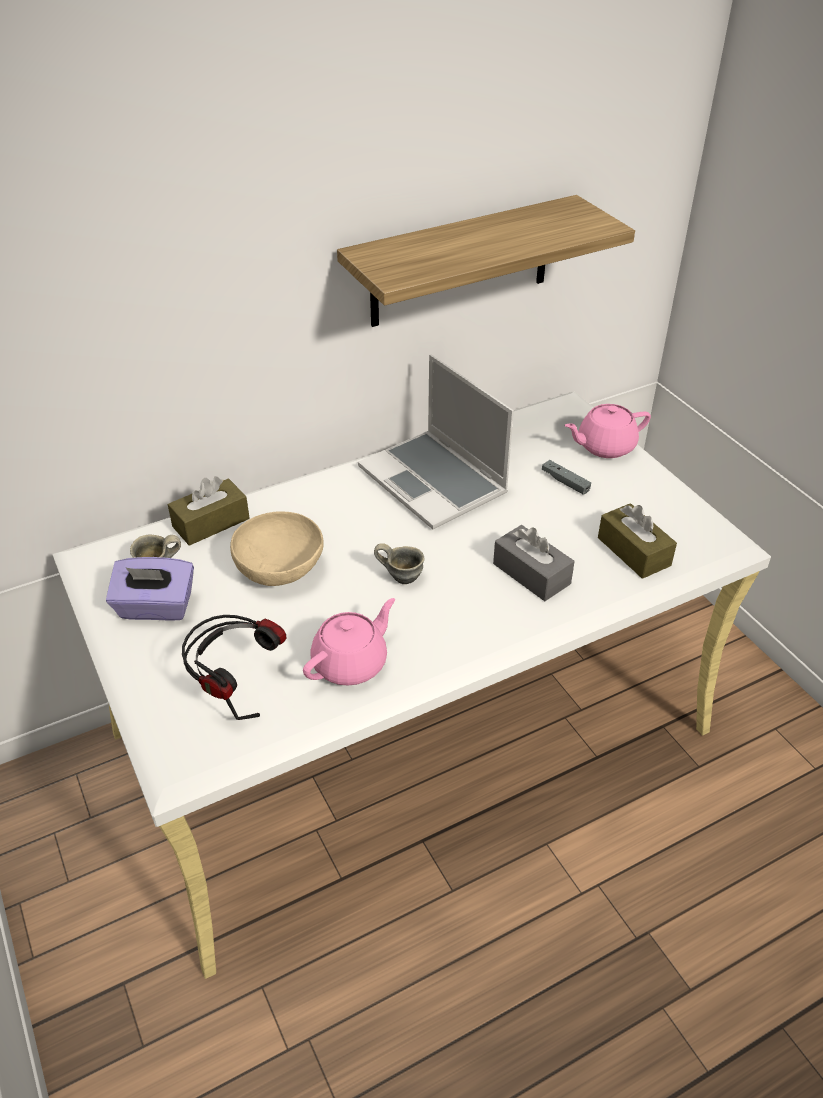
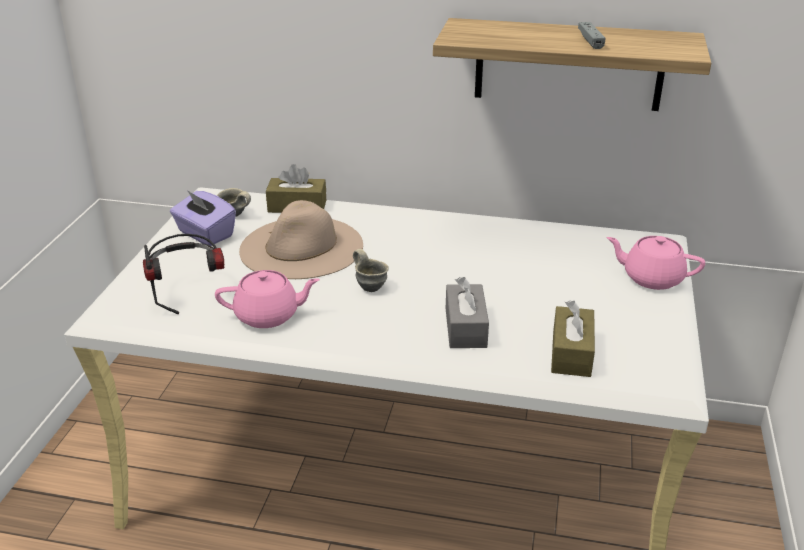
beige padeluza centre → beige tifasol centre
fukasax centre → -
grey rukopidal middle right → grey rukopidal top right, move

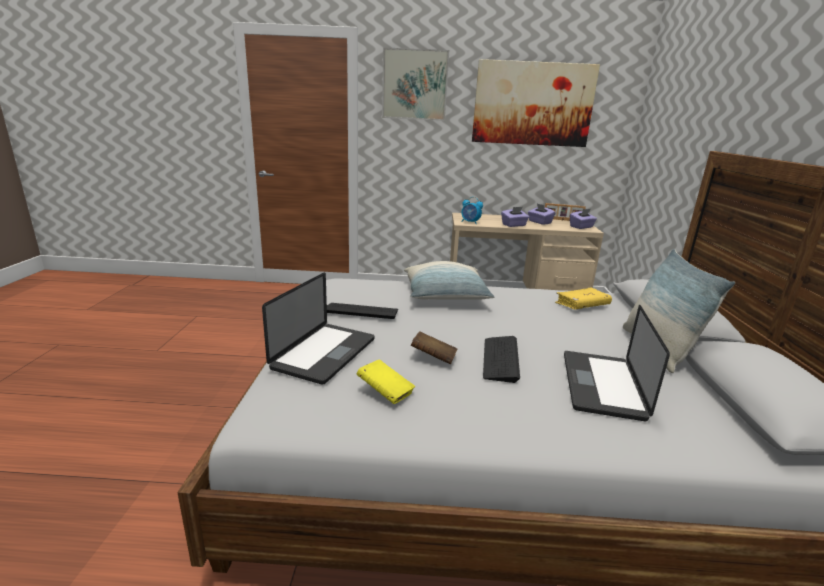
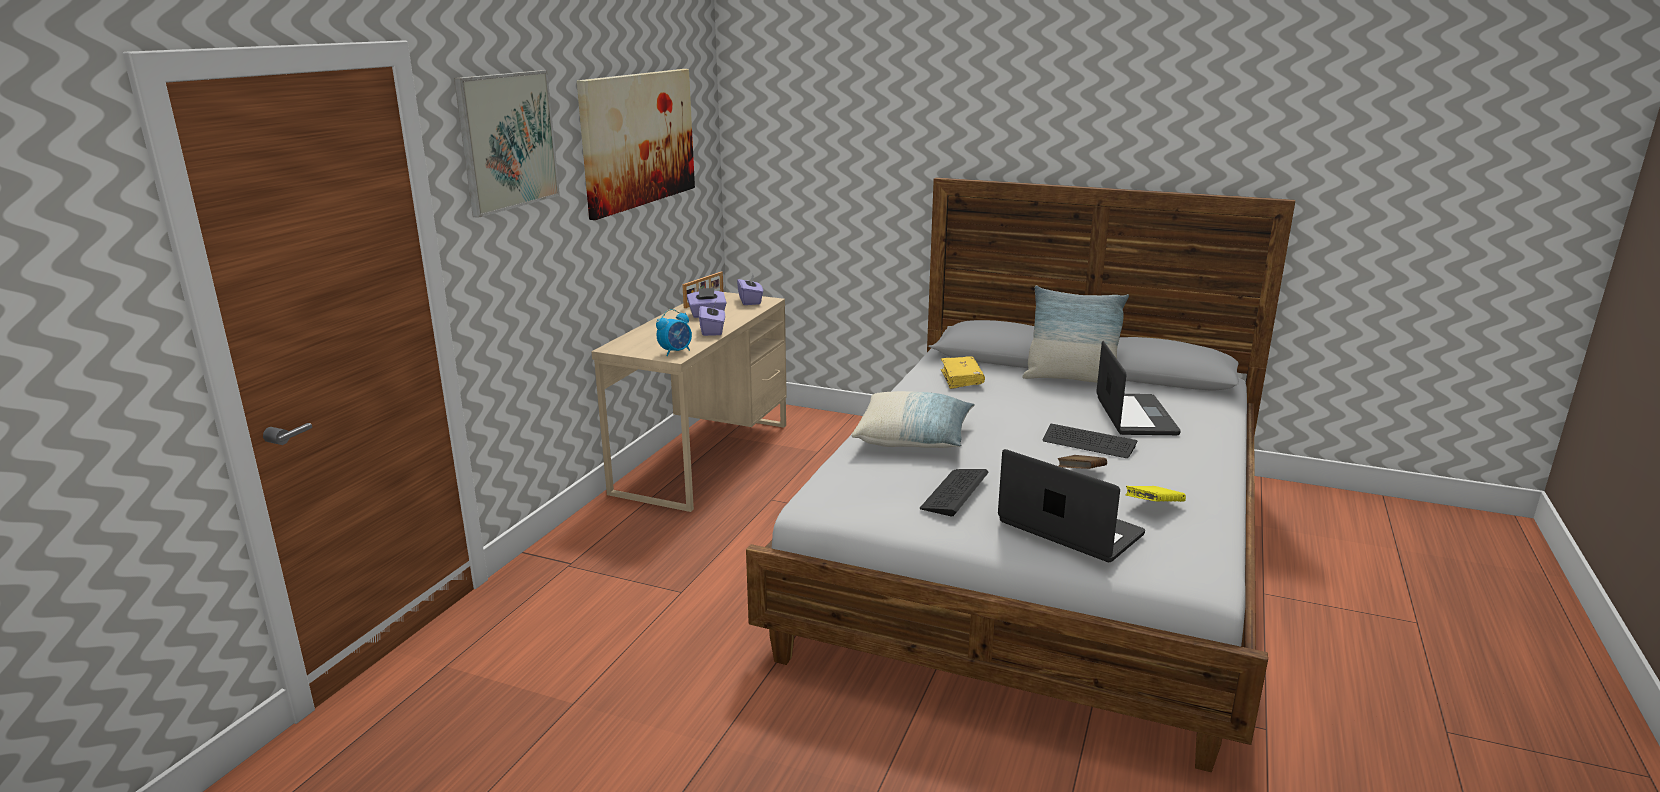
fukasax (2nd from left) middle right, 120 degrees counterclockwise

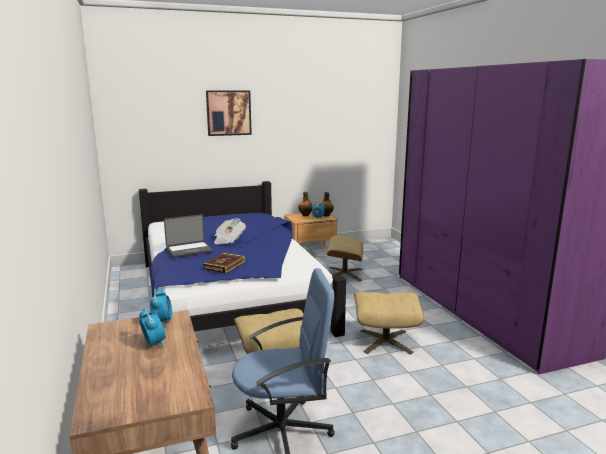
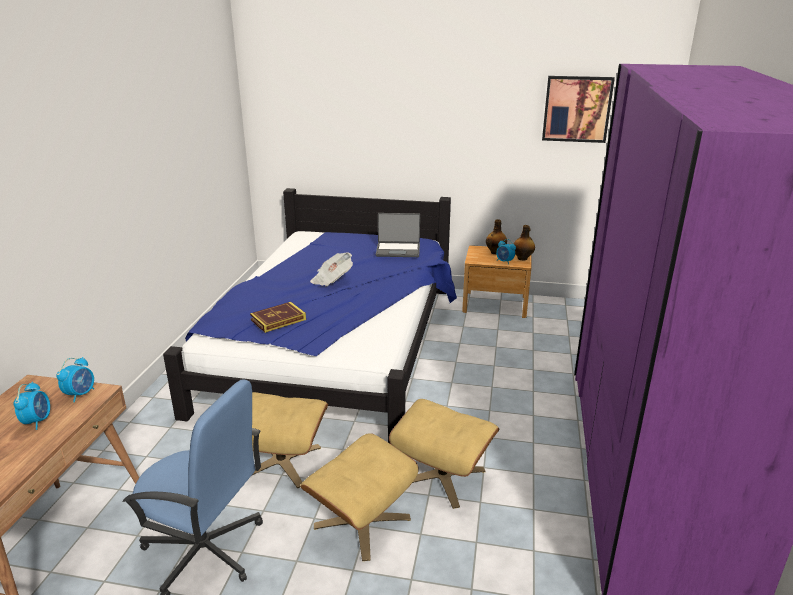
fukasax middle left → fukasax centre, move
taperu top centre → taperu top right, move
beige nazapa (2nd from left) centre → beige nazapa (2nd from left) bottom centre, move

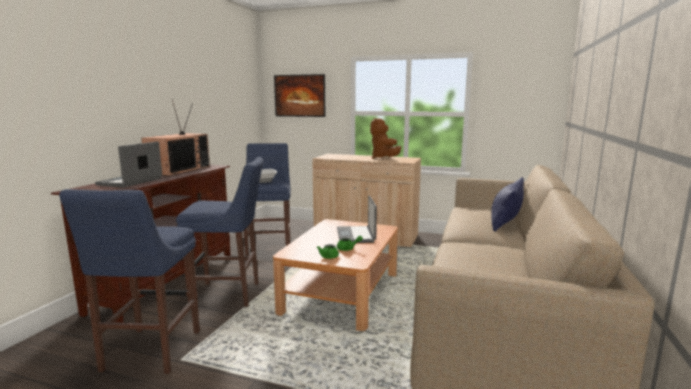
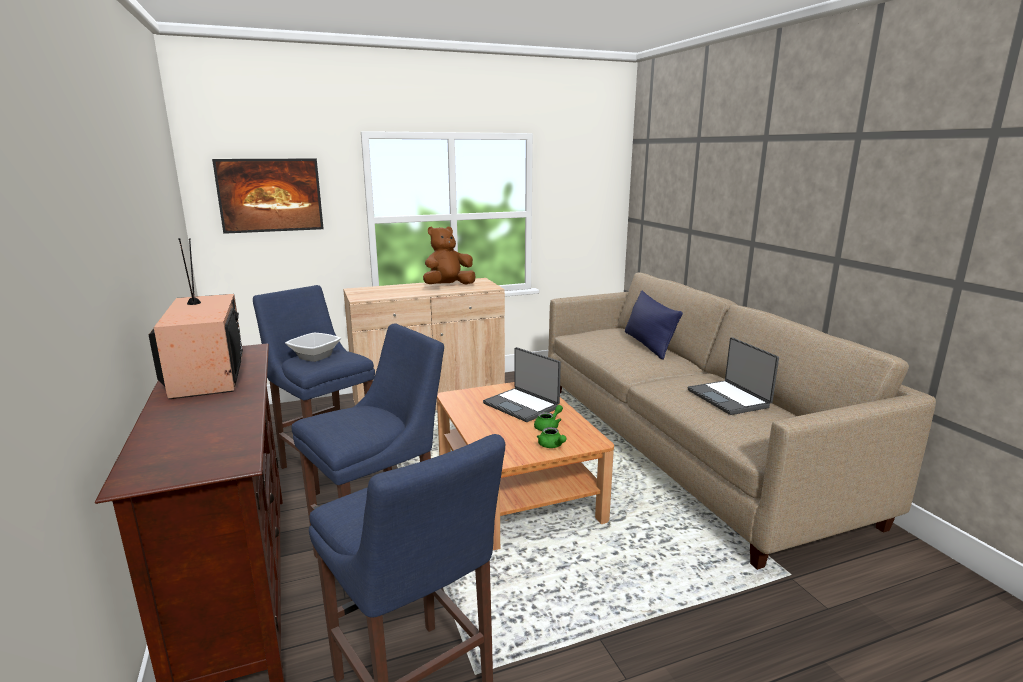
fukasax (1st from left in the first image) middle left → fukasax (2nd from left) middle right, move
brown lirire centre, 105 degrees clockwise

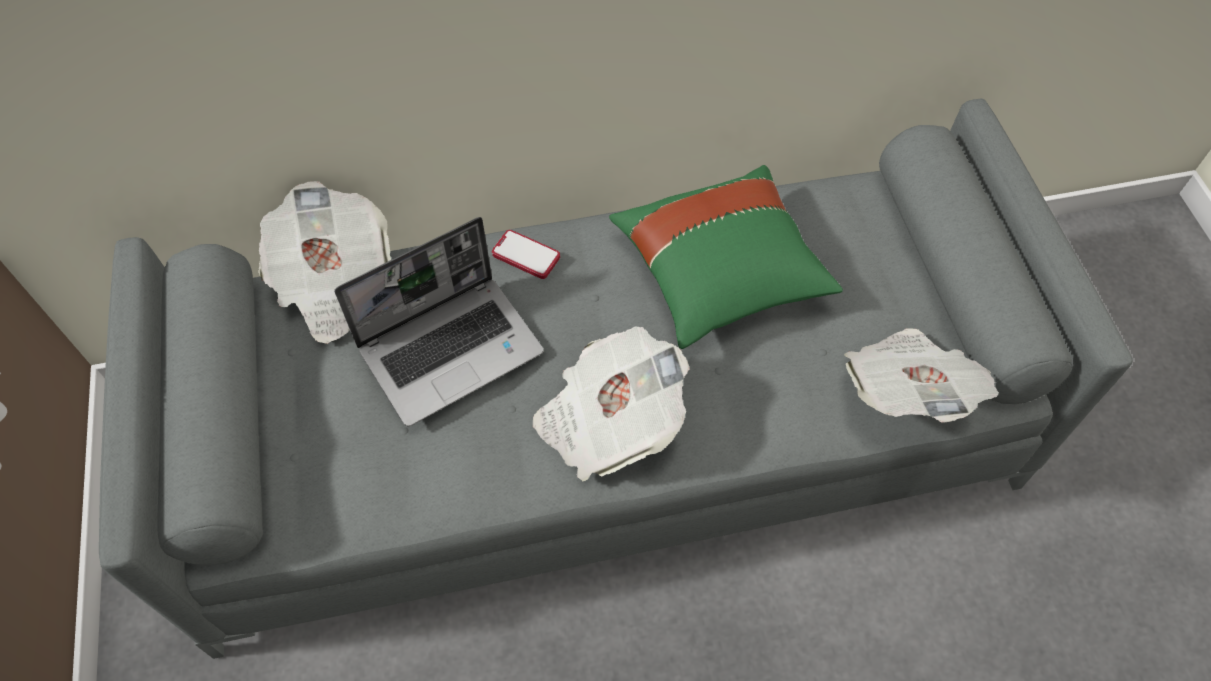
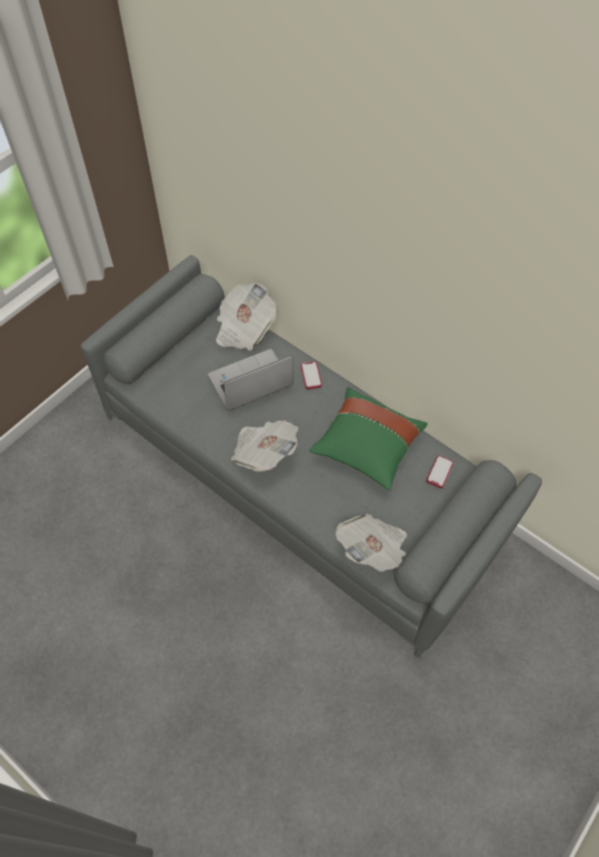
fukasax centre, 135 degrees clockwise
- → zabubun (2nd from left) middle right

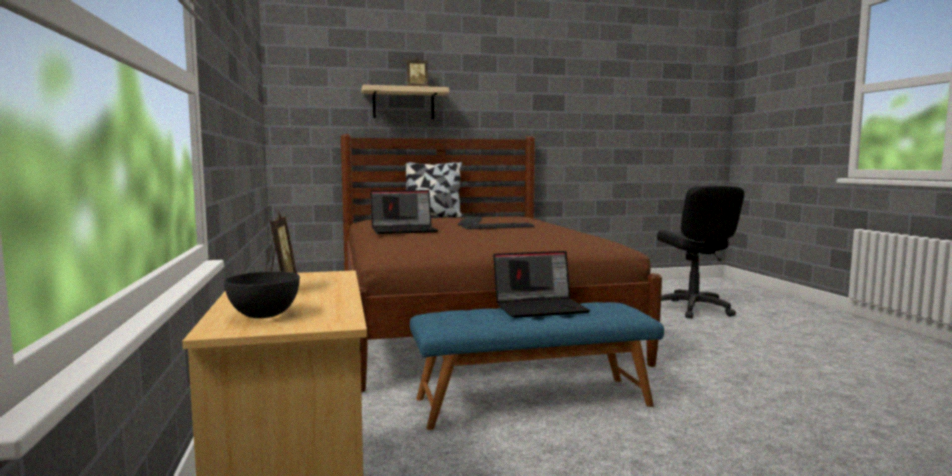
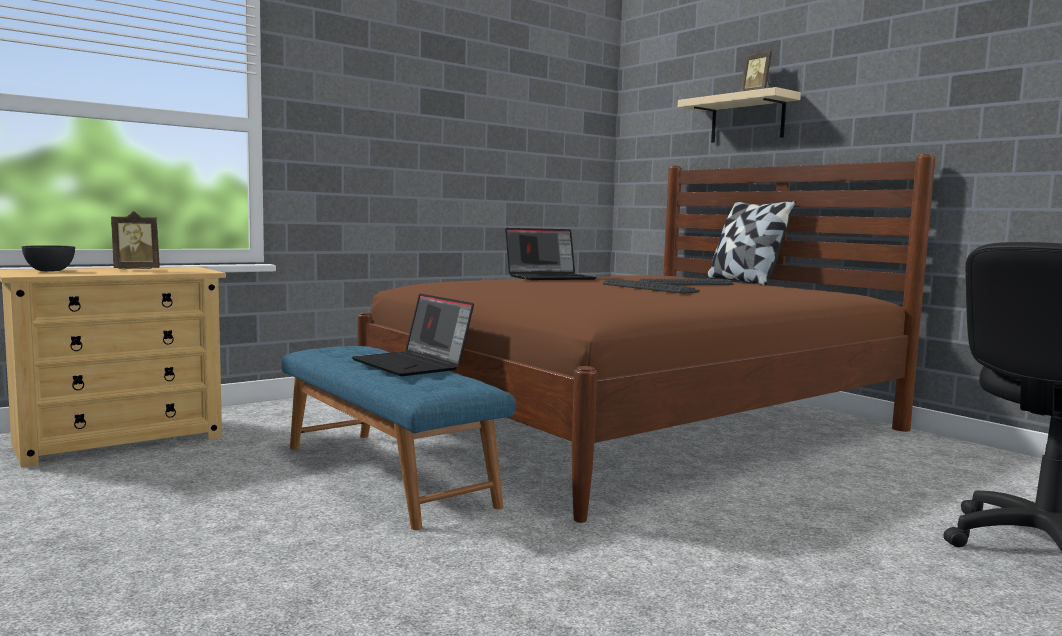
fukasax (1st from left in the first image) centre → fukasax (2nd from left) centre, 75 degrees counterclockwise

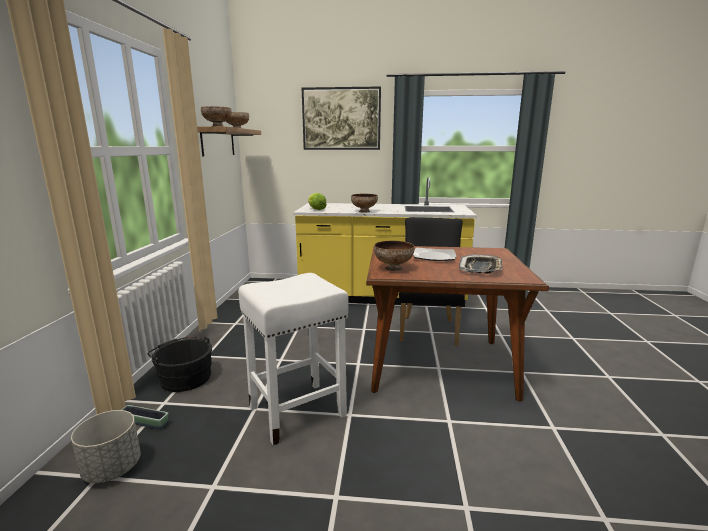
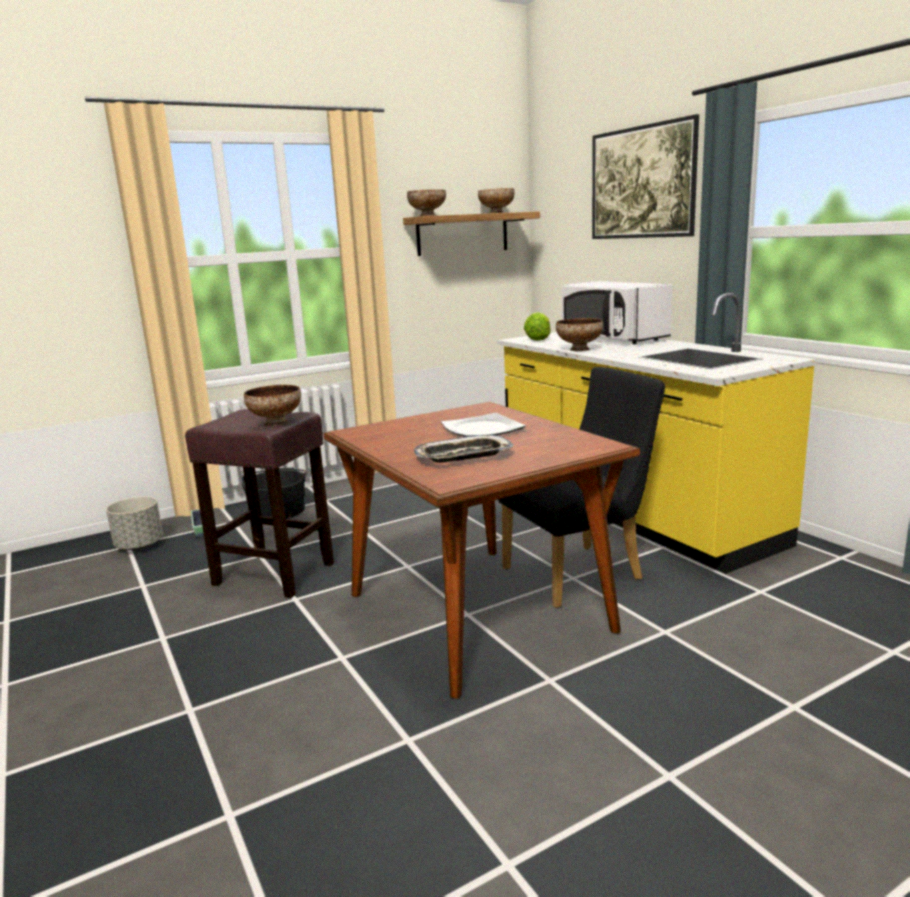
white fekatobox bottom centre → brown fekatobox middle left
padeluza (4th from left in the first image) centre → padeluza (1st from left) middle left, move
- → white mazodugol middle right

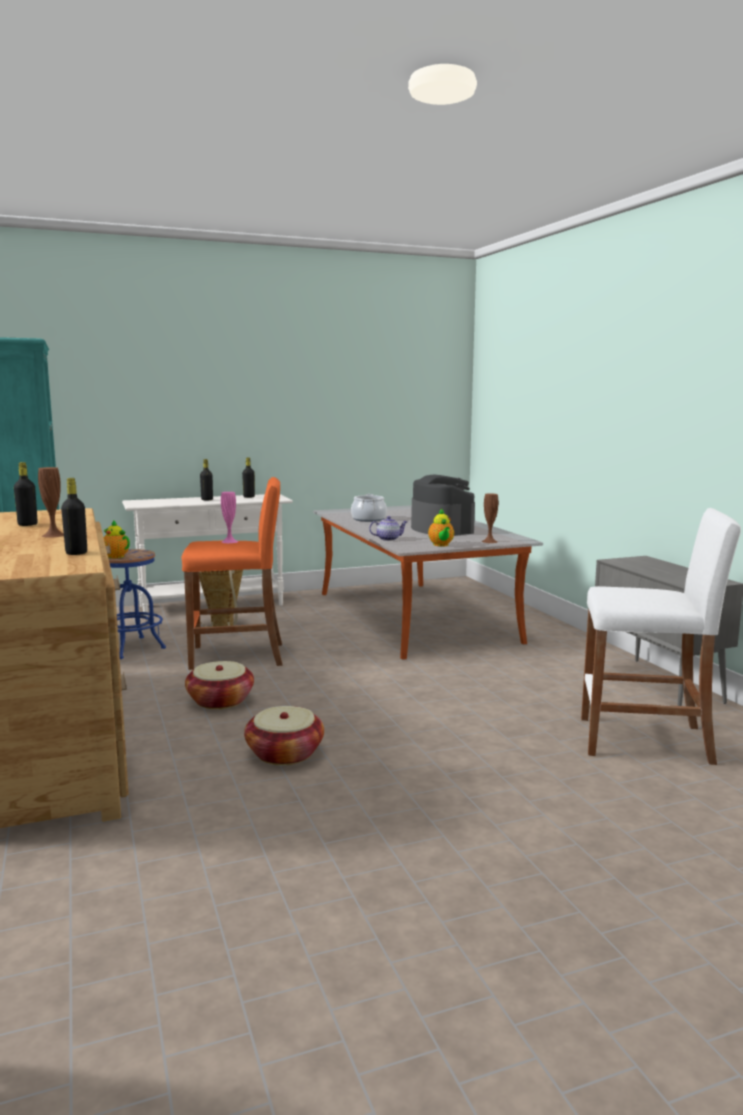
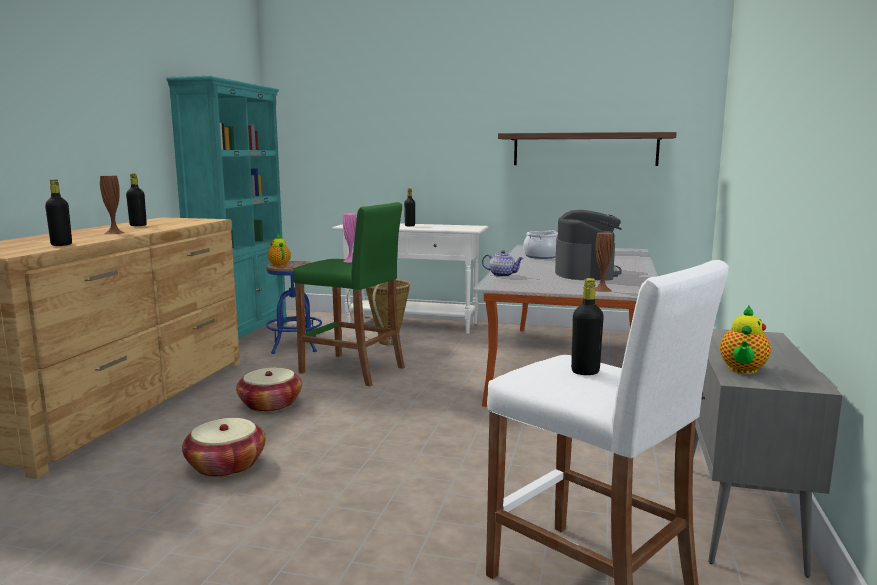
orange fekatobox middle left → green fekatobox centre
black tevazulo (4th from left) centre → black tevazulo (4th from left) middle right, move
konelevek (3rd from left) centre → konelevek (3rd from left) middle right, move
- → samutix top right

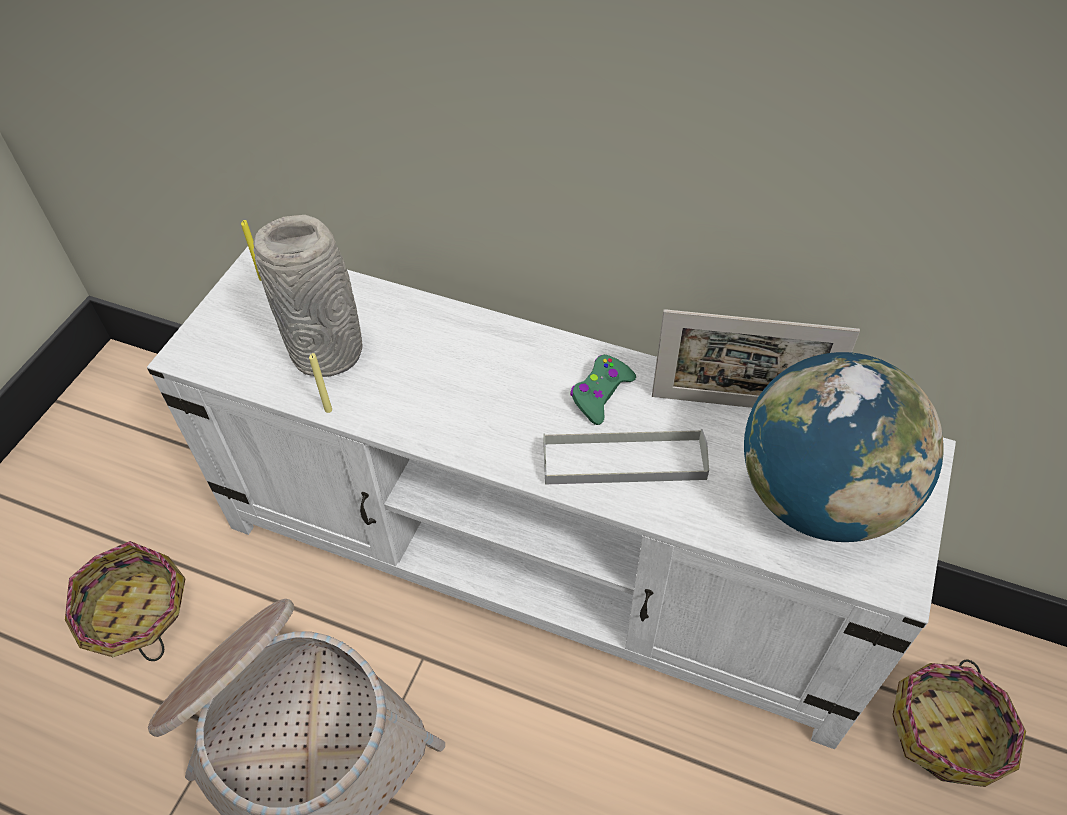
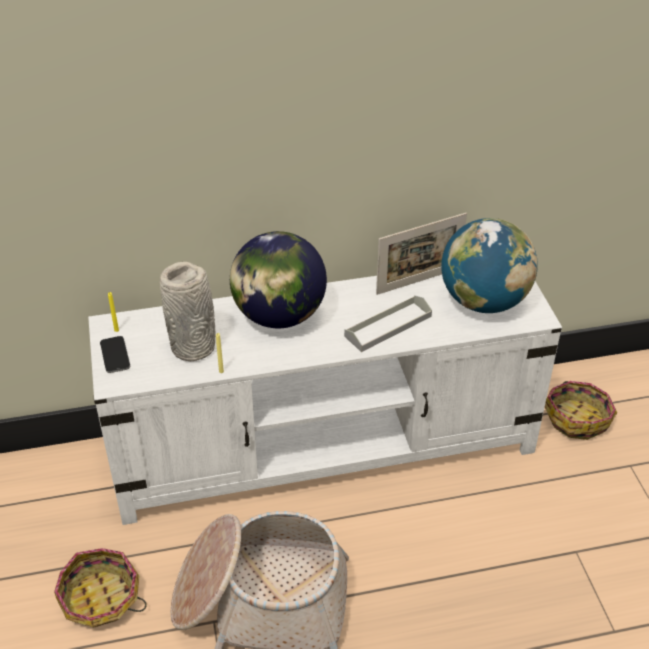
green rukopidal centre → -
- → zabubun middle left
- → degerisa (1st from left) centre

